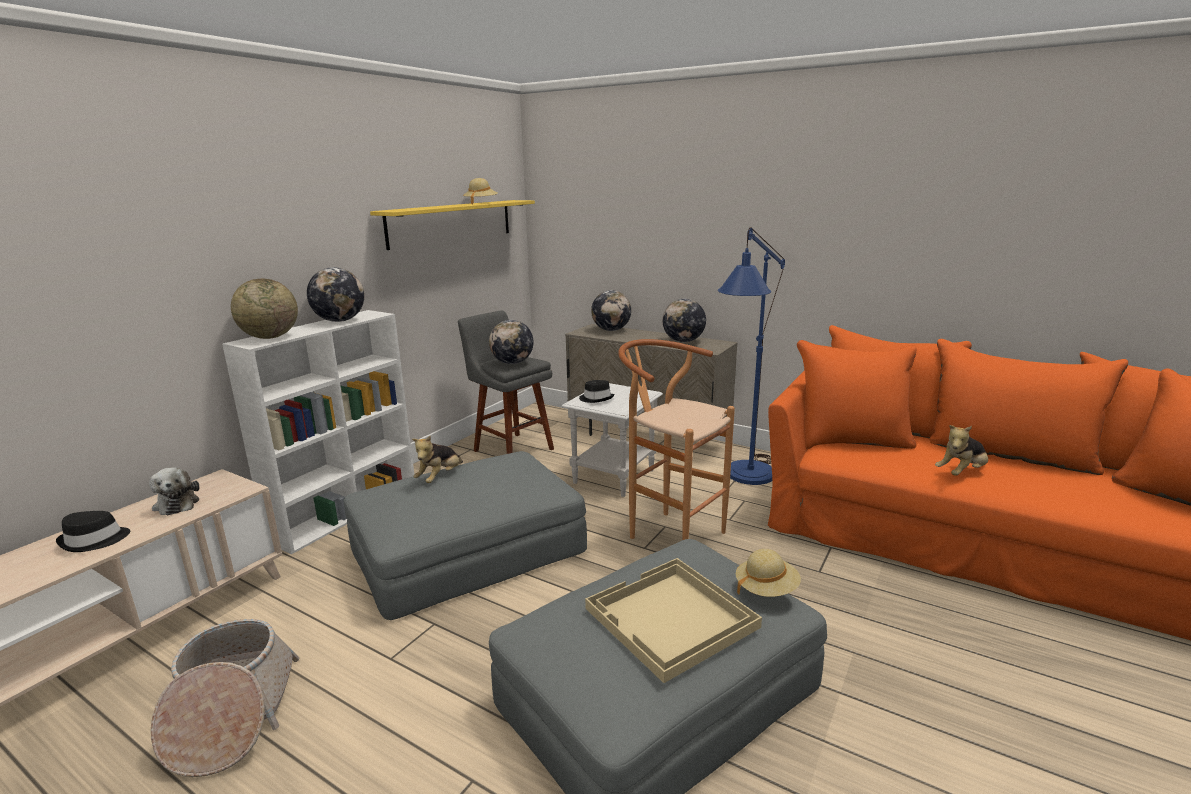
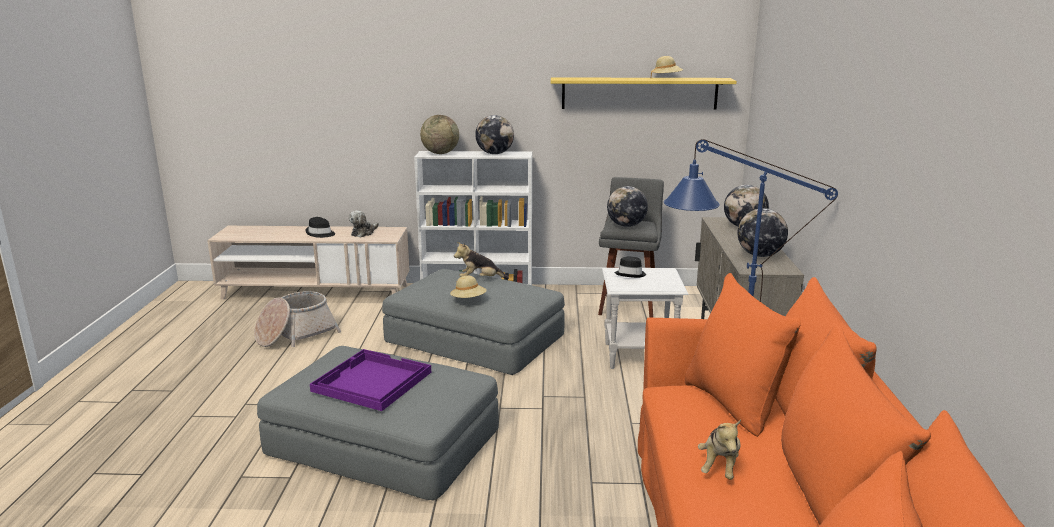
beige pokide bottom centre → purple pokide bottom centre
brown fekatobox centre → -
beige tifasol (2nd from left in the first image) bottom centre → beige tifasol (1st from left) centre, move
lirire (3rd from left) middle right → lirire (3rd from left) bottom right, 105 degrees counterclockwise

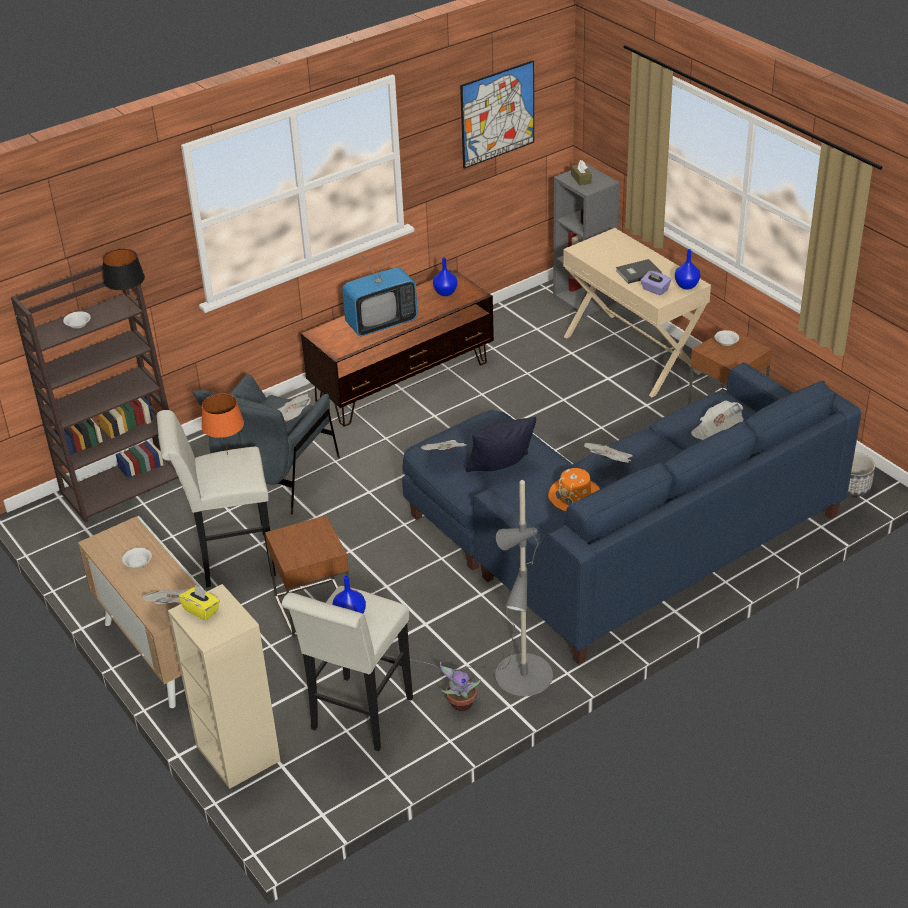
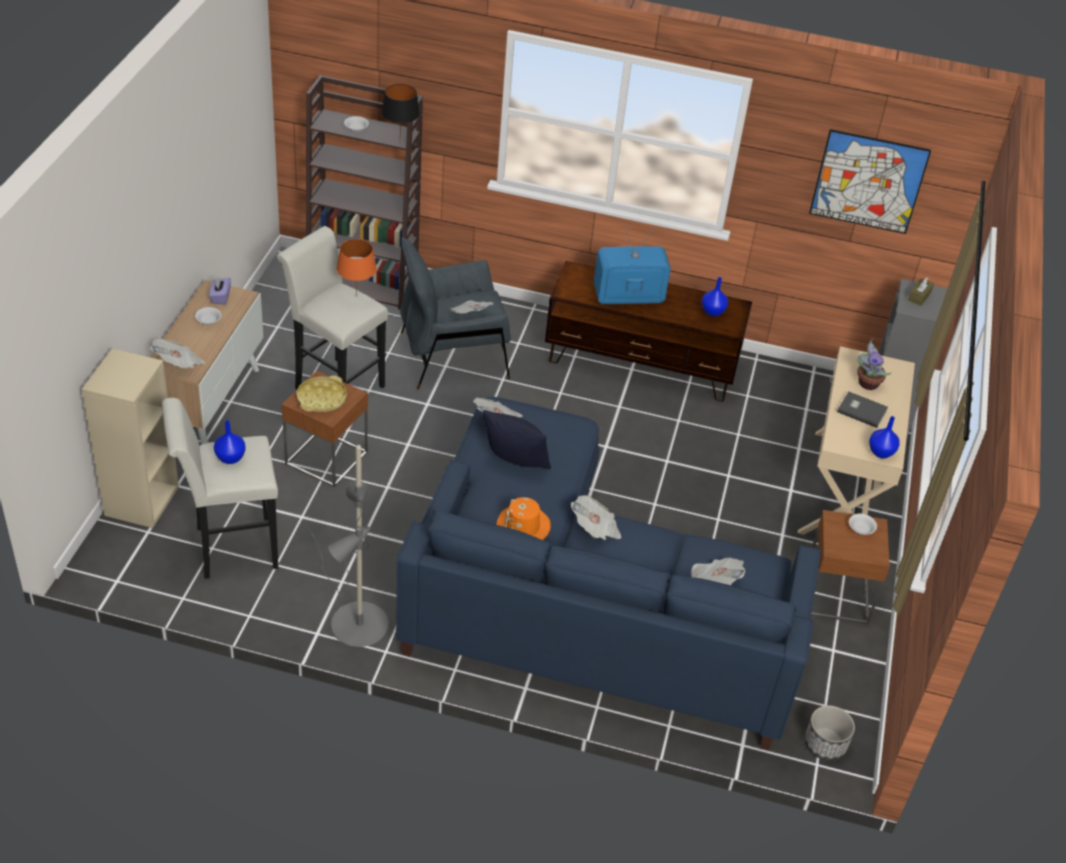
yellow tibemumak middle left → -
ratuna top centre, 150 degrees clockwise
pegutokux bottom centre → pegutokux middle right, move
purple tibemumak top right → purple tibemumak middle left, move
- → yellow pokide middle left

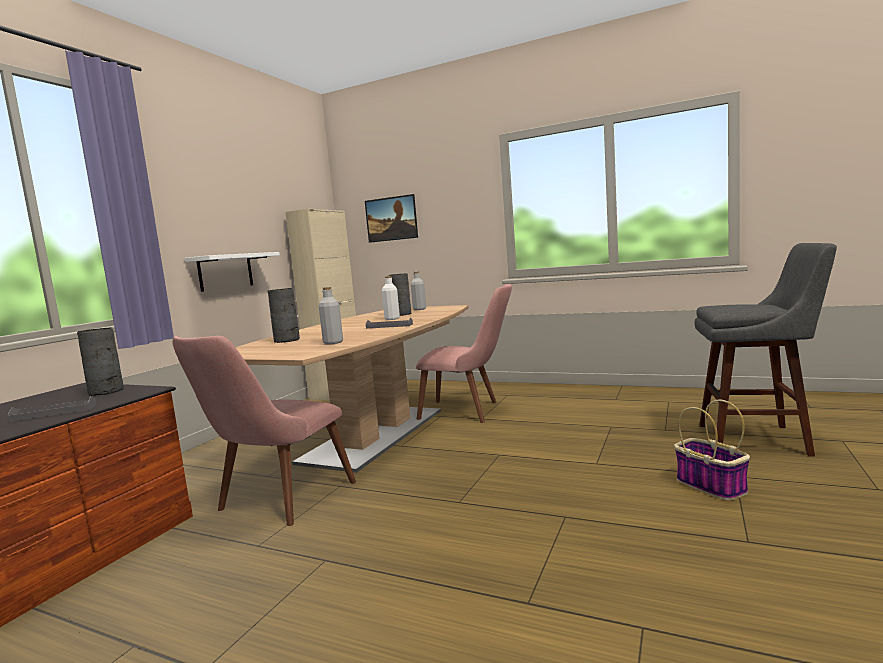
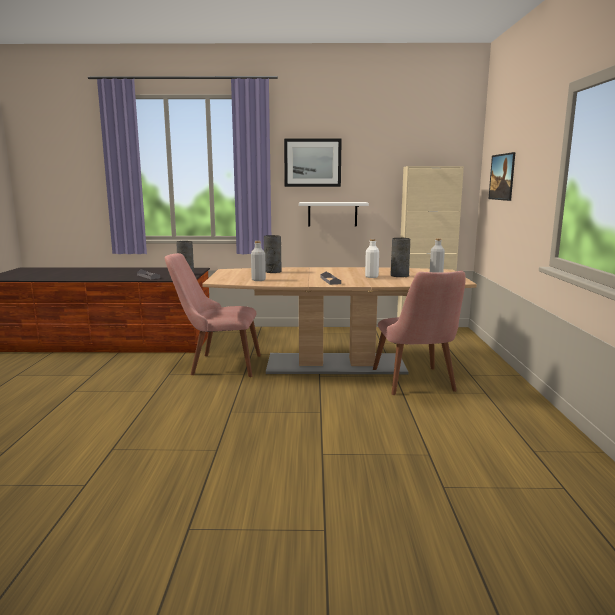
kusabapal bottom right → -
grey fekatobox middle right → -
- → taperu (1st from left) top centre

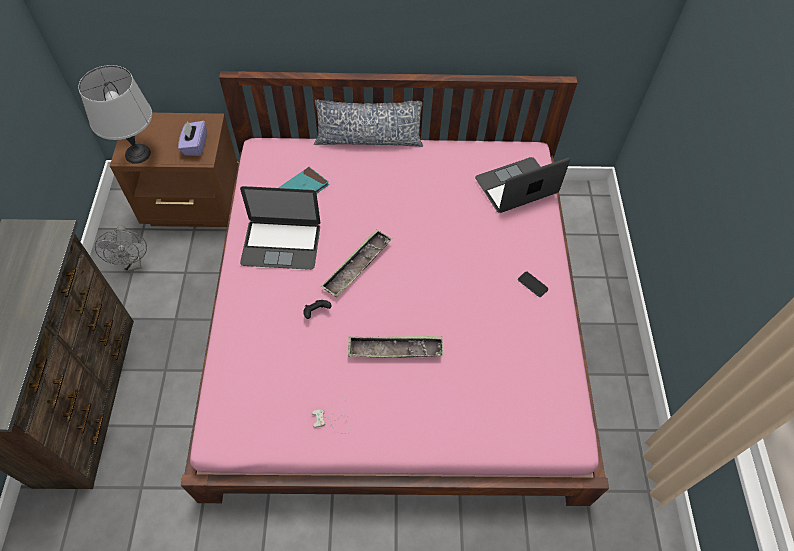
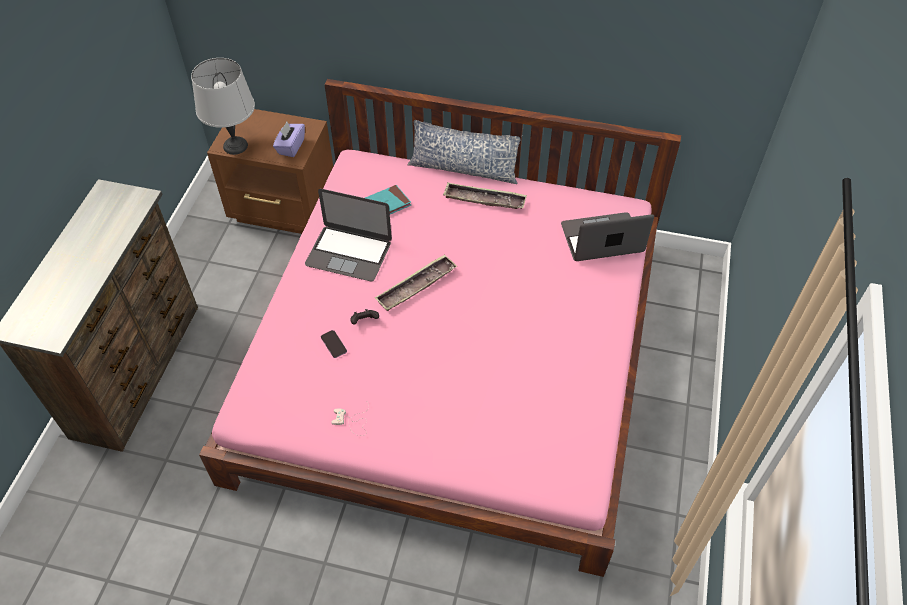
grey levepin middle left → -
pokide (2nd from left) centre → pokide (2nd from left) top centre, move
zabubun middle right → zabubun centre, move

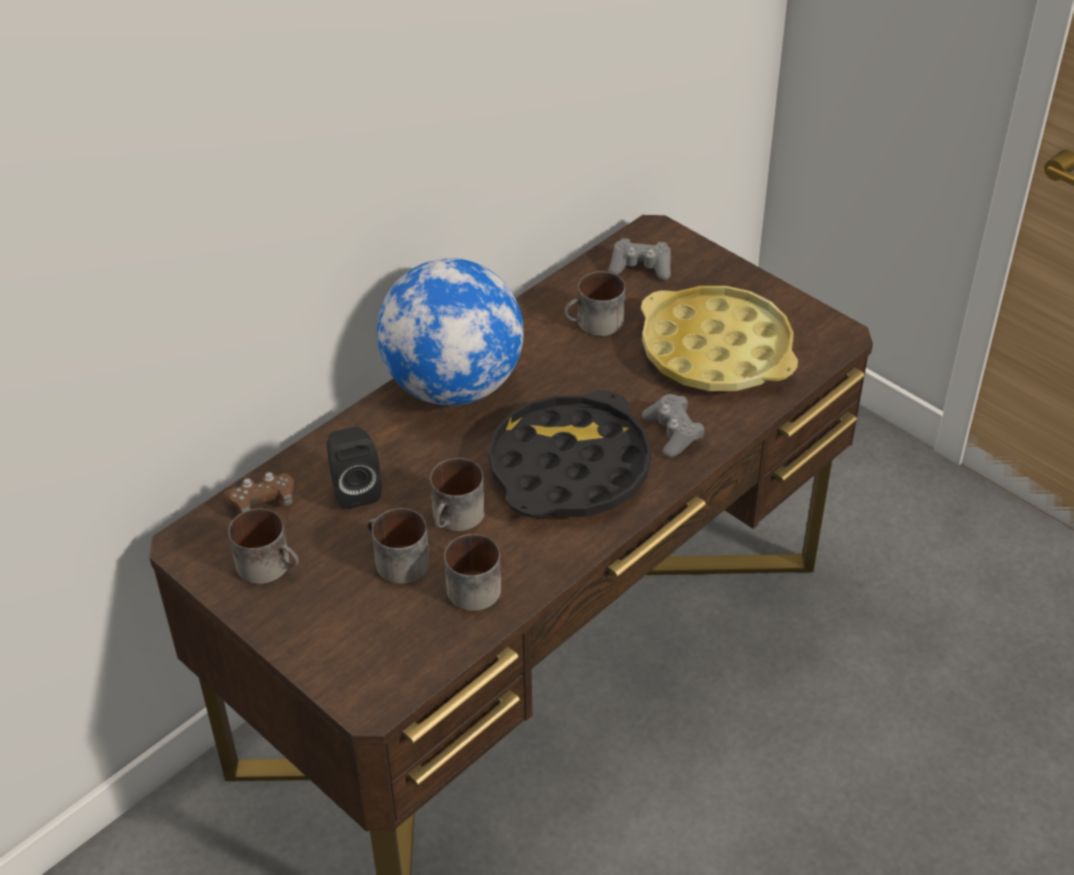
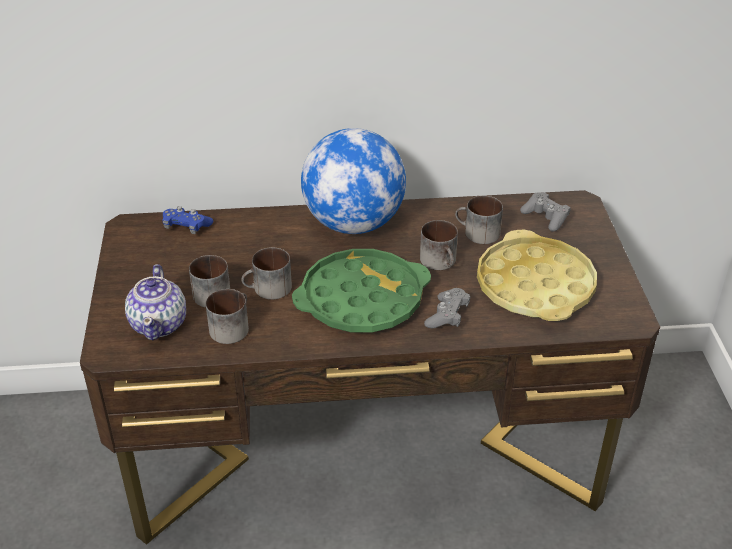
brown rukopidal middle left → blue rukopidal middle left
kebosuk (1st from left in the first image) middle left → kebosuk (4th from left) centre, move
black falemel middle left → -
black pokide centre → green pokide centre
- → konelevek middle left

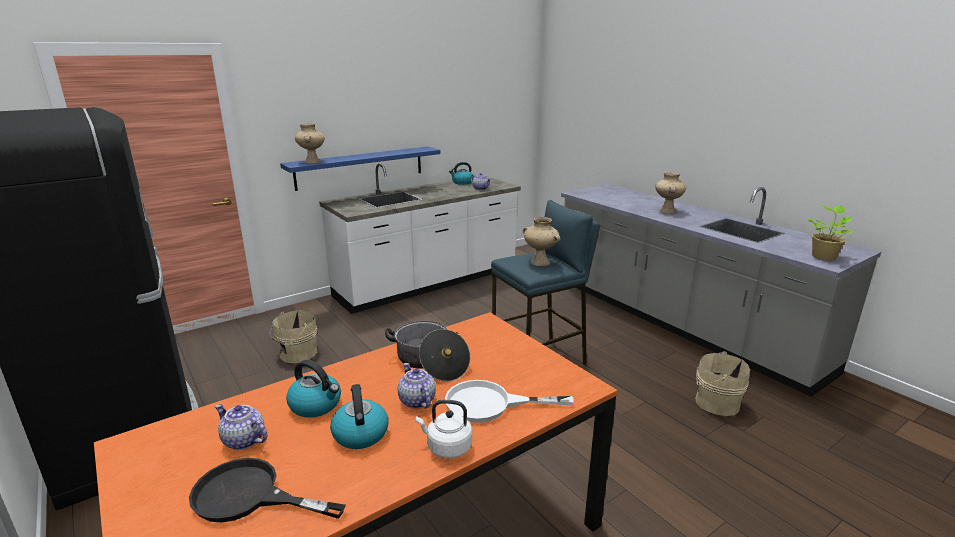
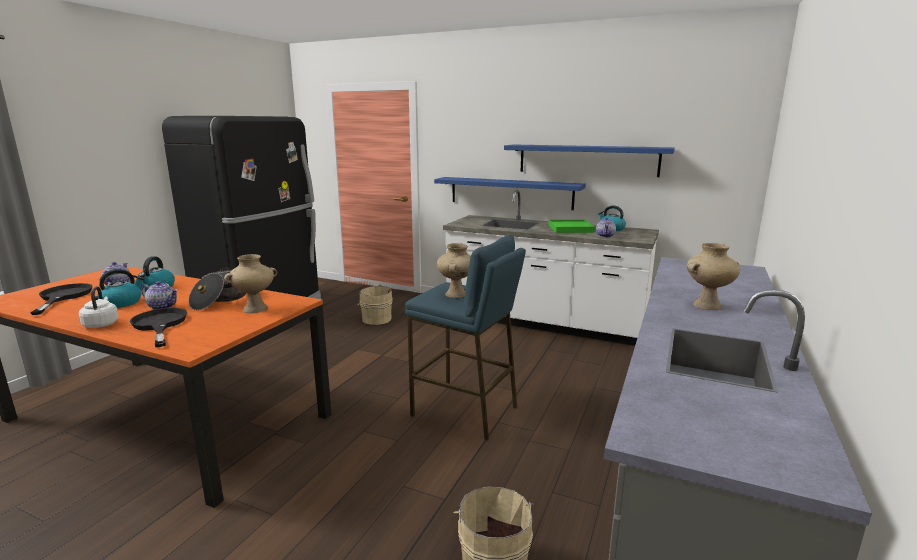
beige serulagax (1st from left) top left → beige serulagax (1st from left) middle left, move
konelevek (2nd from left) bottom centre → konelevek (2nd from left) middle left, 75 degrees clockwise
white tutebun bottom centre → black tutebun (2nd from left) middle left
pegutokux middle right → -
- → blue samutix (2nd from left) top centre
- → green pokide centre

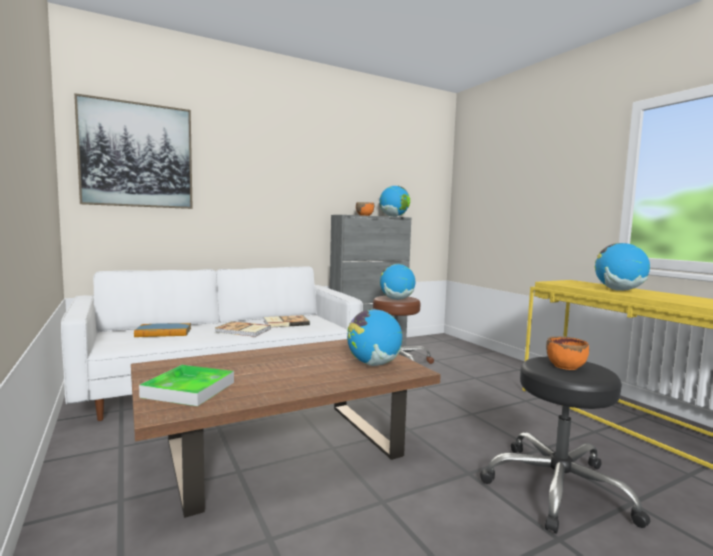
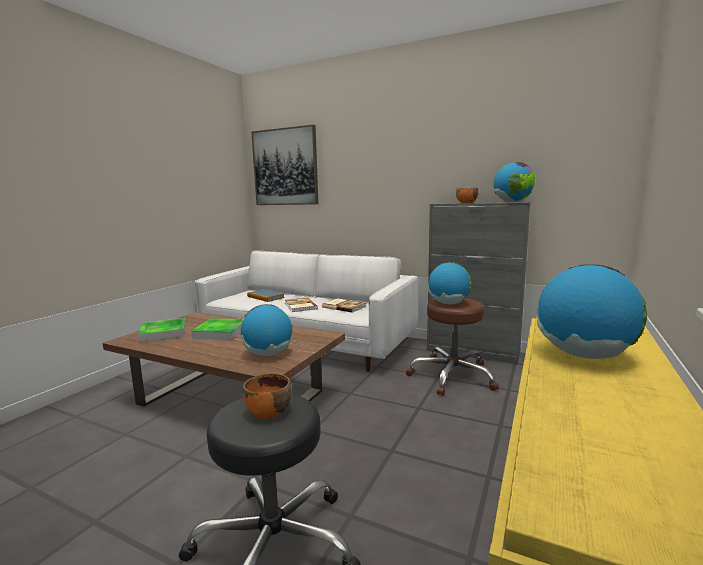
- → pokide (2nd from left) middle left

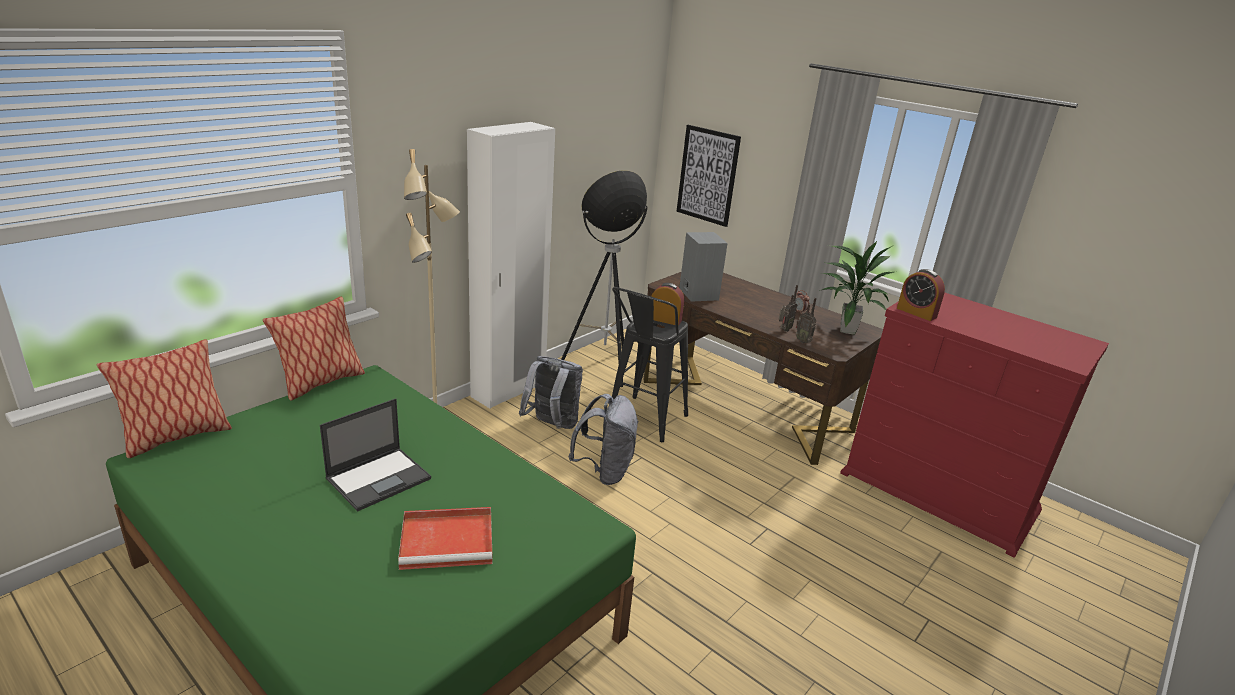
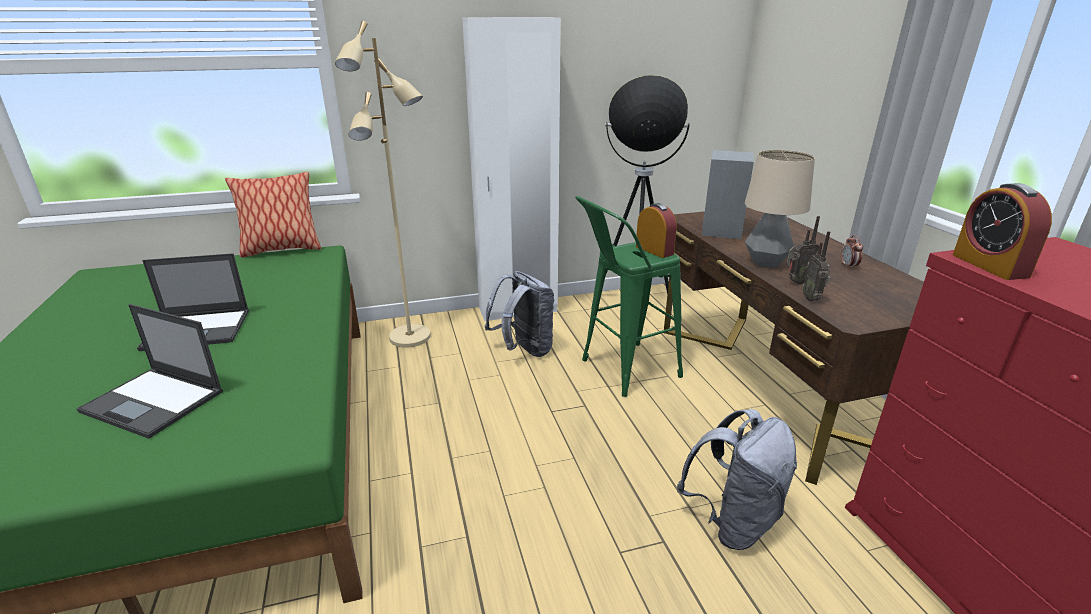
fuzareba (1st from left) middle left → -
red pokide bottom centre → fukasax (1st from left) middle left
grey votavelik (2nd from left) centre → grey votavelik (2nd from left) bottom right, move
black fekatobox centre → green fekatobox centre
taperu top centre → -
pegutokux middle right → -
- → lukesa middle right

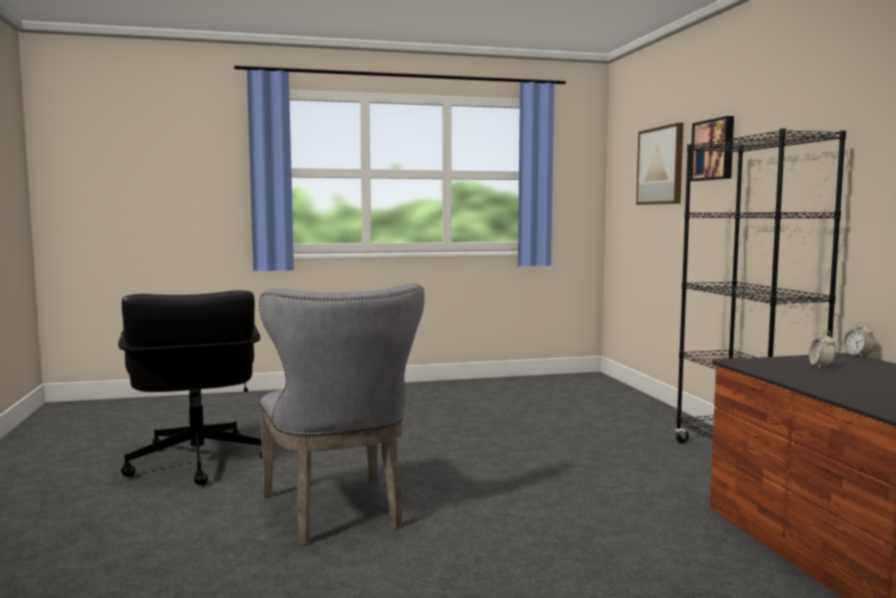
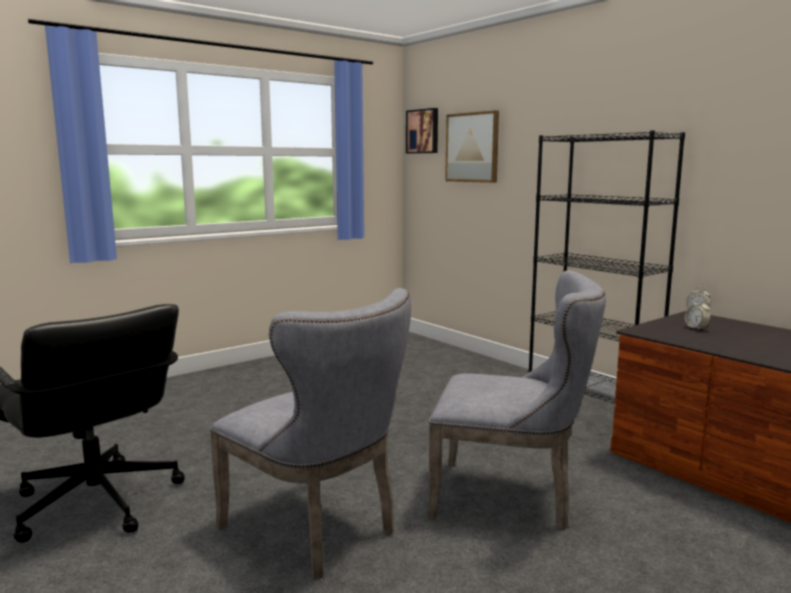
taperu (2nd from left in the first image) top right → taperu (1st from left) top centre, move
- → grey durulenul (2nd from left) bottom centre

